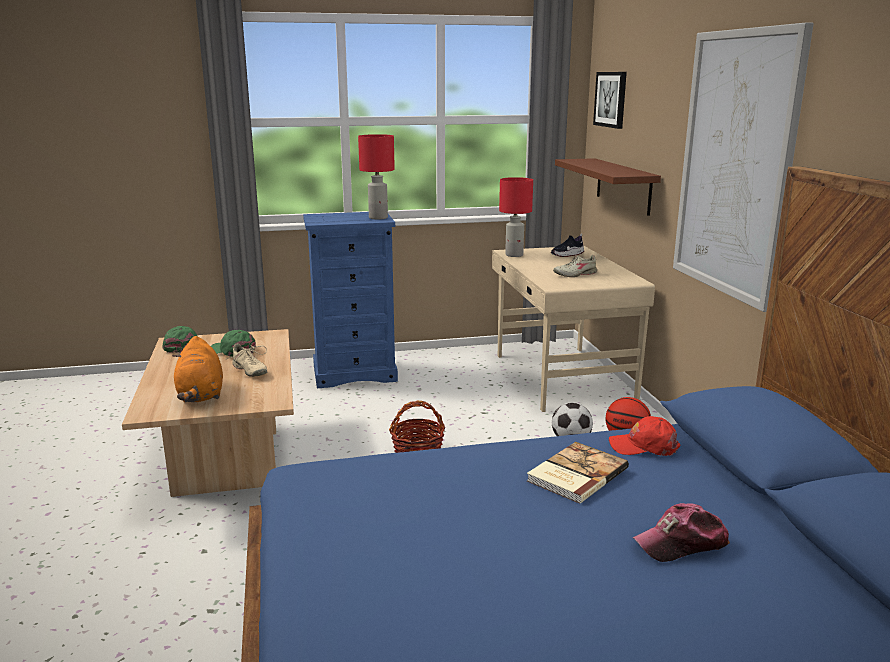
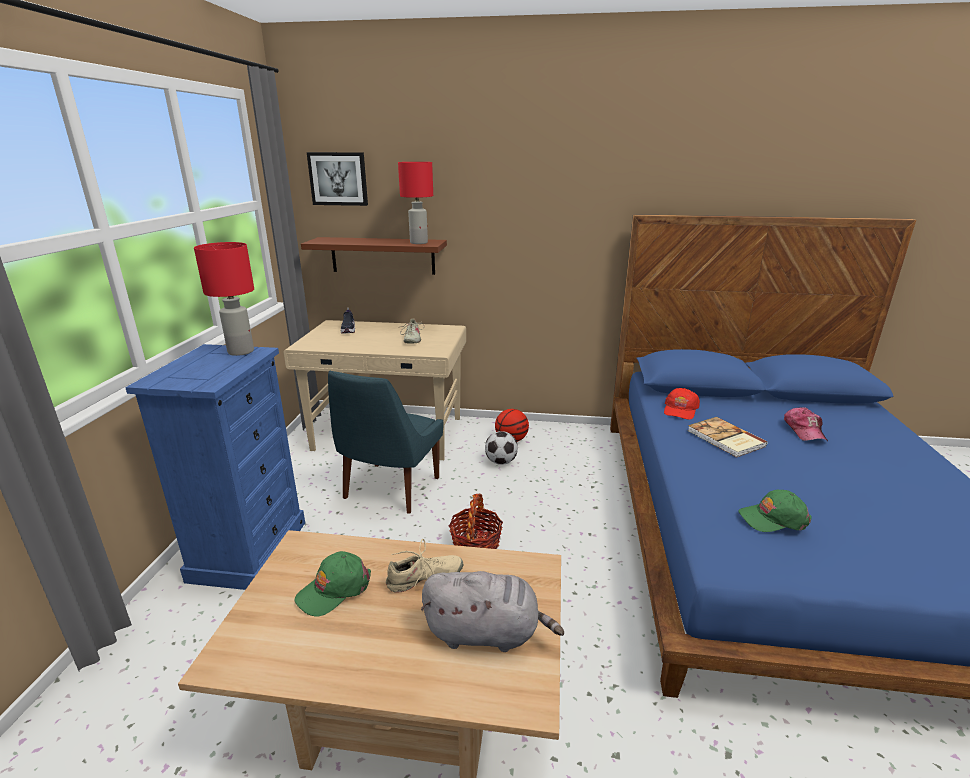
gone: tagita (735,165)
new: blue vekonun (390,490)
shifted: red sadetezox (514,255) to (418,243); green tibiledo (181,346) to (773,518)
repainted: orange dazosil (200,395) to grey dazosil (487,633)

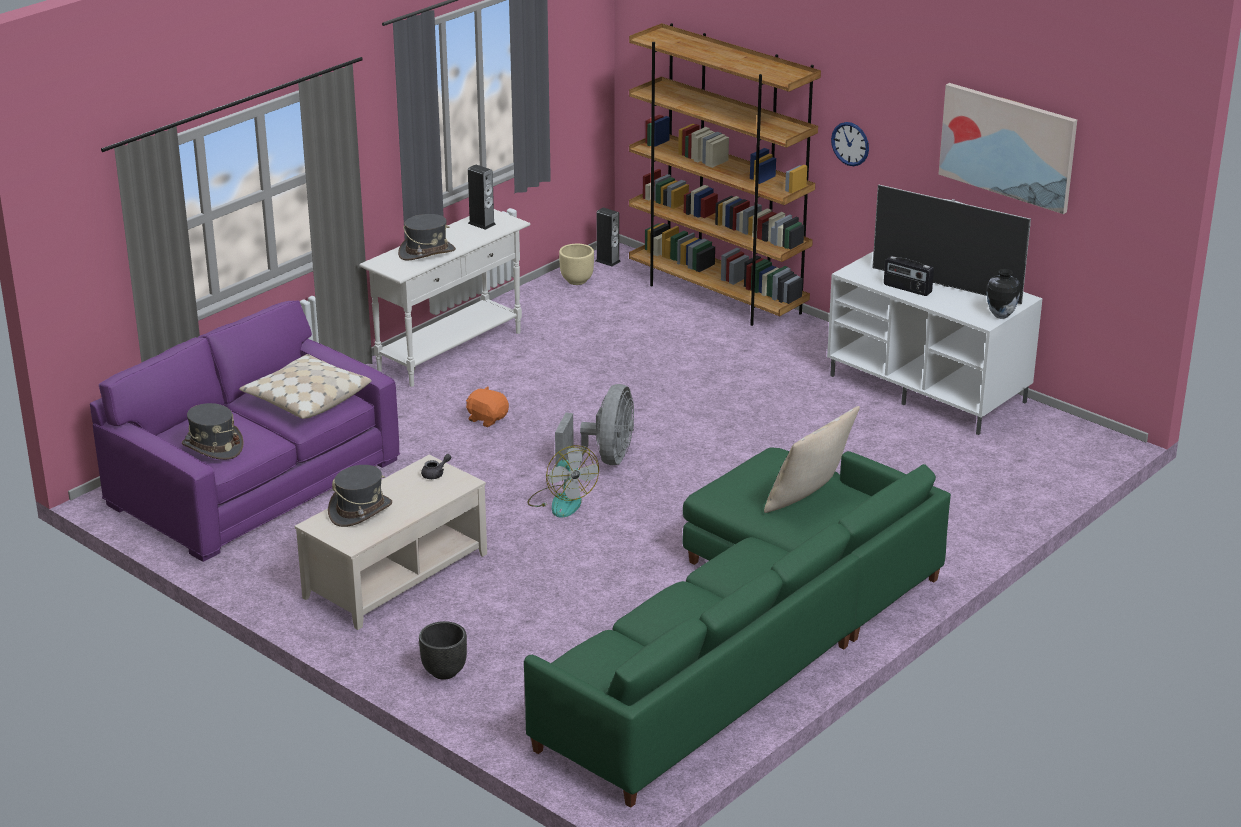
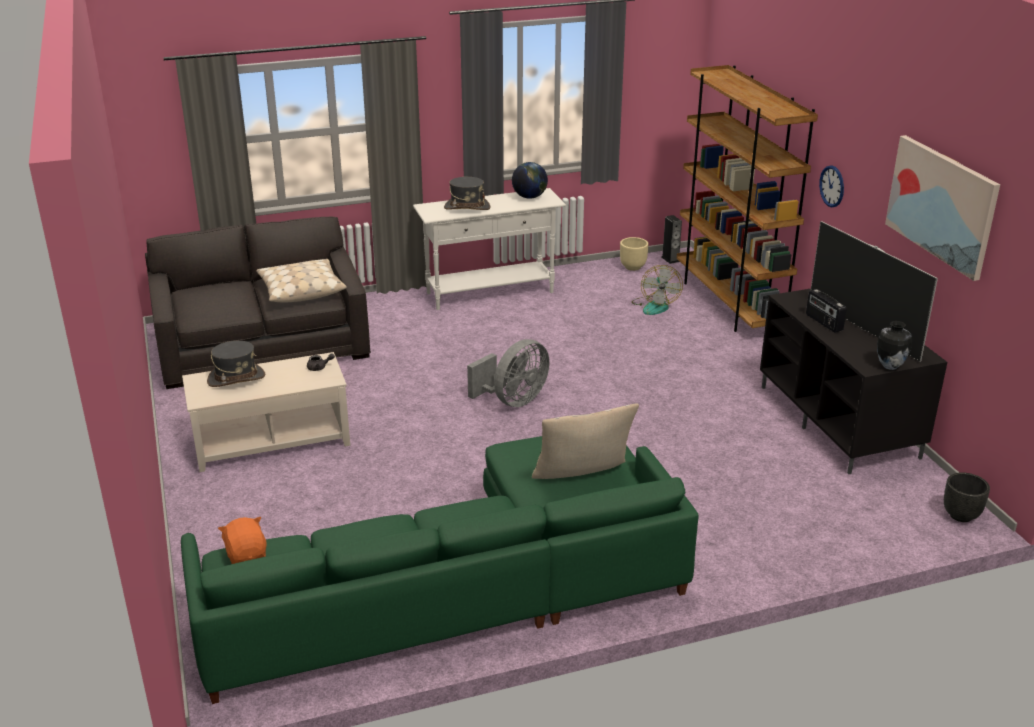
gone: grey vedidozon (212,447)
shifted: orange dazosil (487,419) to (247,555); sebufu (561,501) to (655,306); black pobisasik (445,672) to (961,516)
swapped: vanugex (481,224) to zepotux (529,197)
repainted: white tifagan (929,389) to black tifagan (839,422); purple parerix (254,481) to grey parerix (262,344)

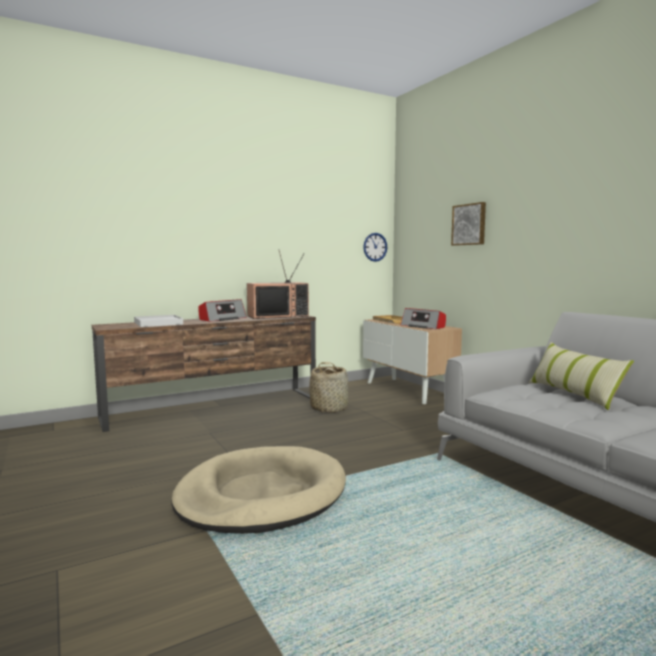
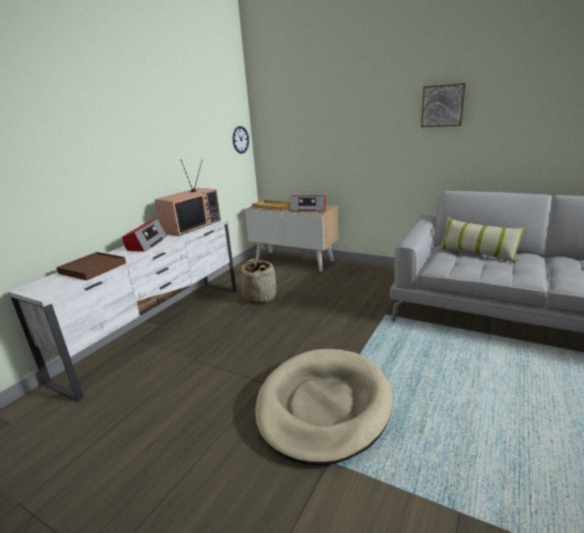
shifted: tagita (469,224) to (442,105)
repainted: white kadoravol (158,323) to brown kadoravol (93,268); brown tifagan (215,408) to white tifagan (159,329)

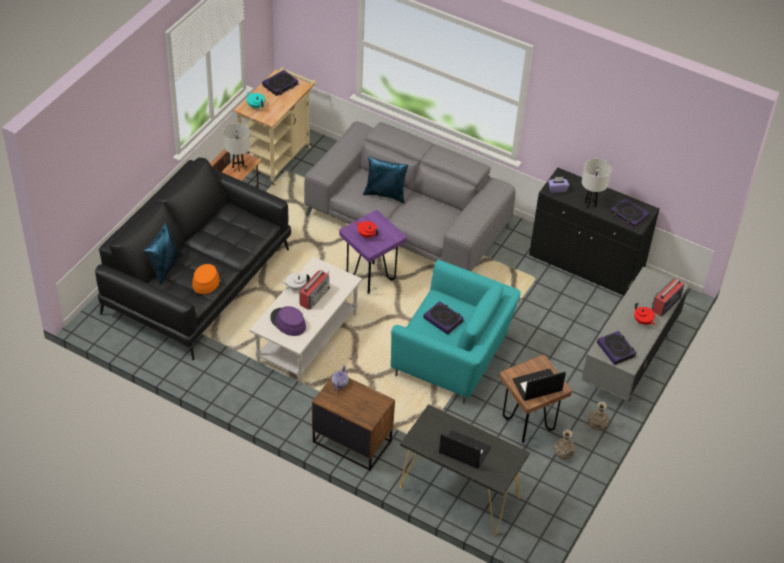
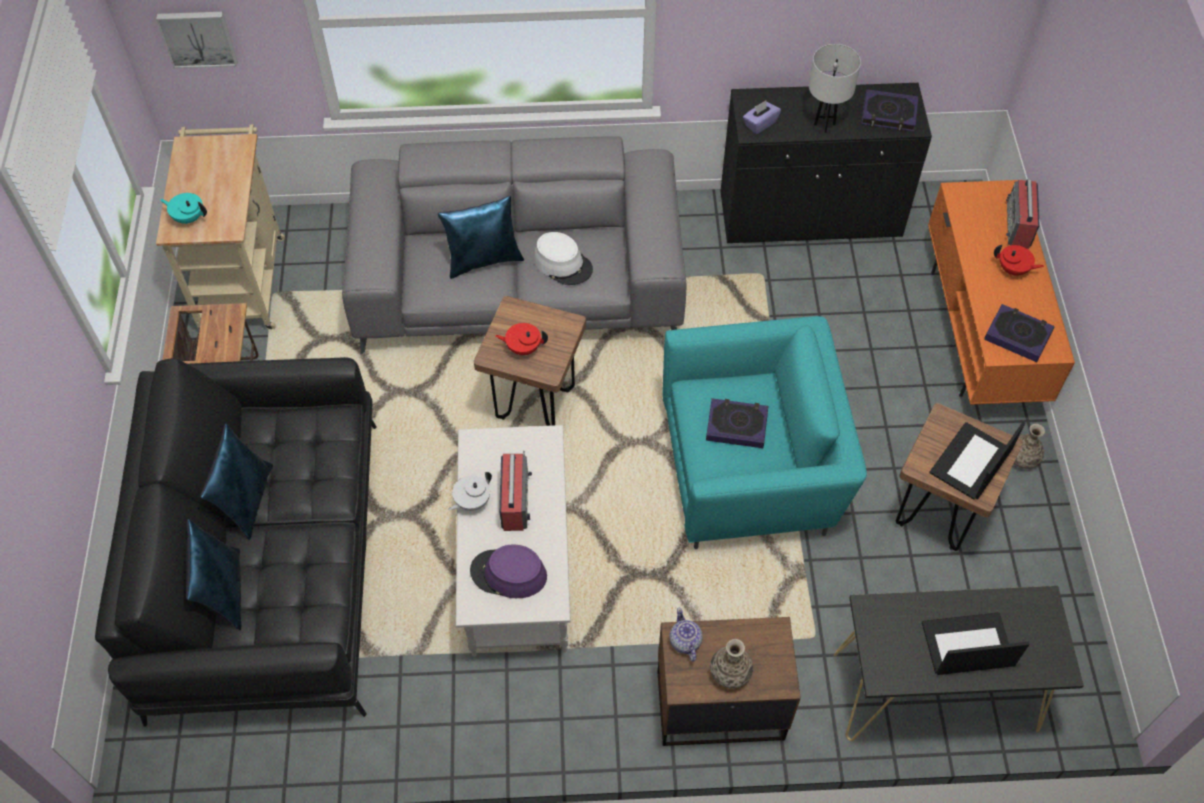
gone: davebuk (280,85); white sadetezox (238,167); orange vedidozon (207,280)
new: tagita (198,37); white vedidozon (563,264); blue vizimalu (247,500)
shifted: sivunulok (563,453) to (730,673)
repainted: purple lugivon (371,278) to brown lugivon (535,404); grey tifagan (629,361) to orange tifagan (981,332)

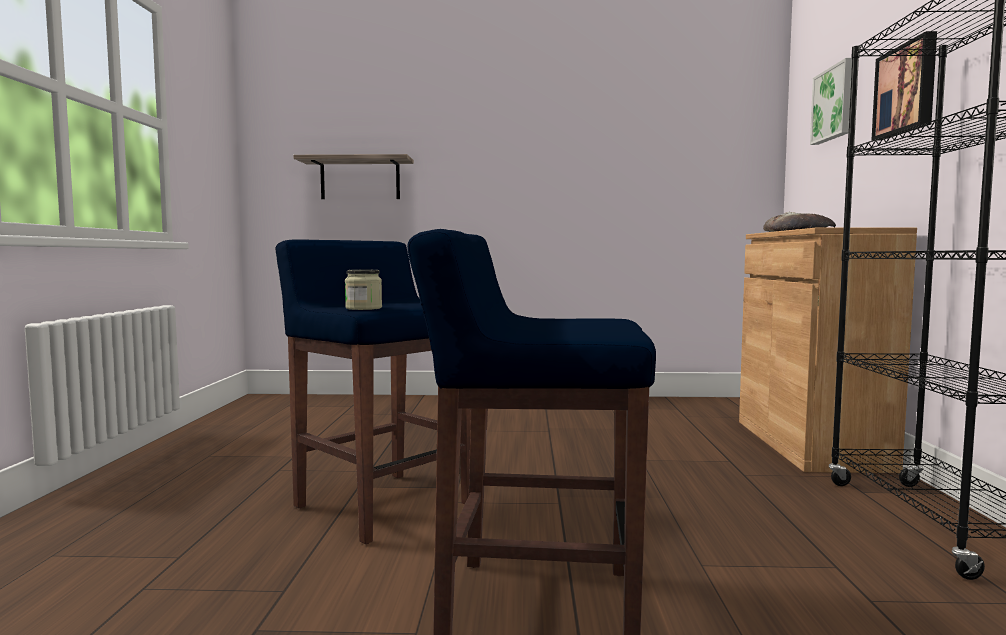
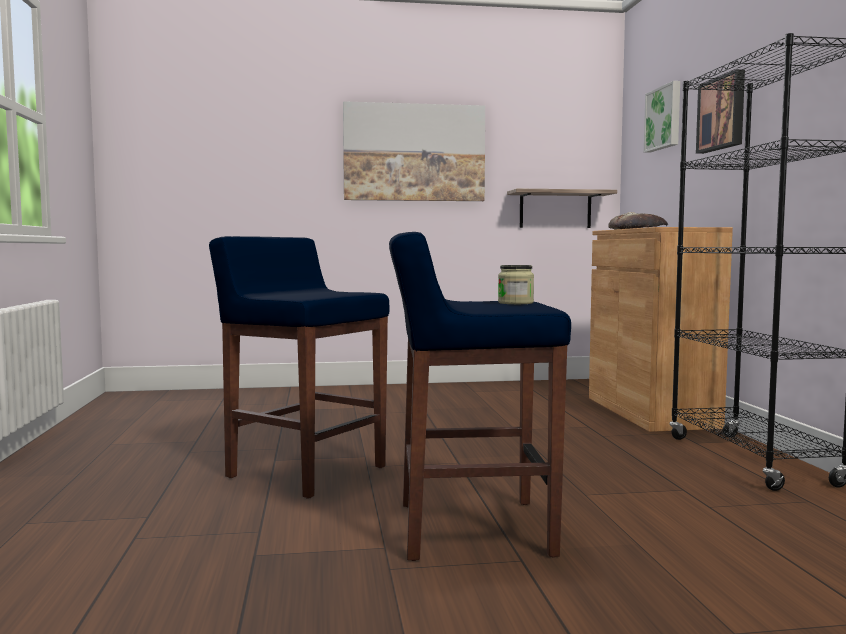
new: tagita (414,153)
shifted: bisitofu (360,179) to (555,209); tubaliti (364,308) to (515,303)

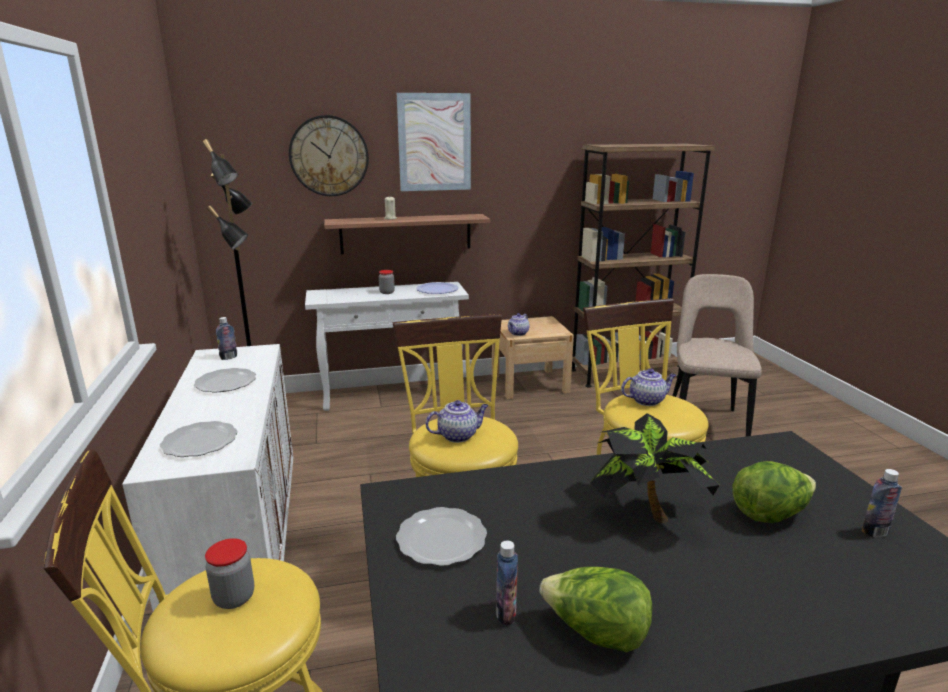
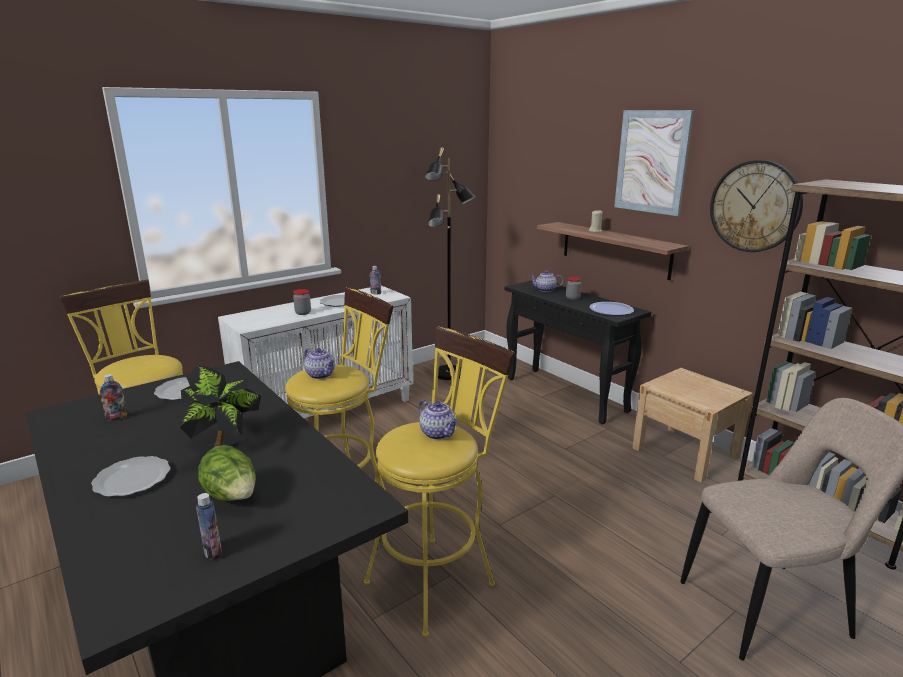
gone: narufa (595,633)
shifted: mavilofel (329,156) to (755,206); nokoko (518,333) to (545,290); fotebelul (200,442) to (131,479); tubaliti (234,597) to (303,313)
repainted: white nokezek (393,395) to black nokezek (566,395)

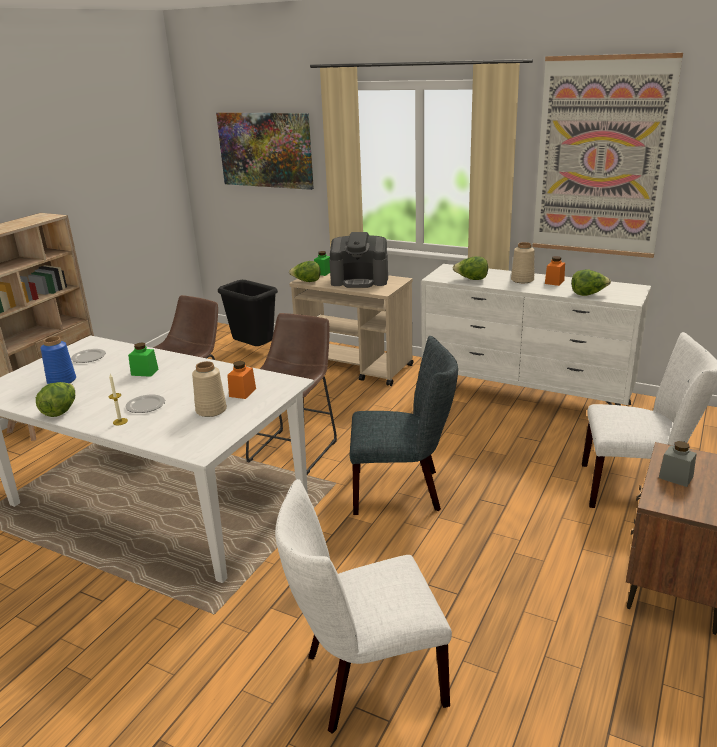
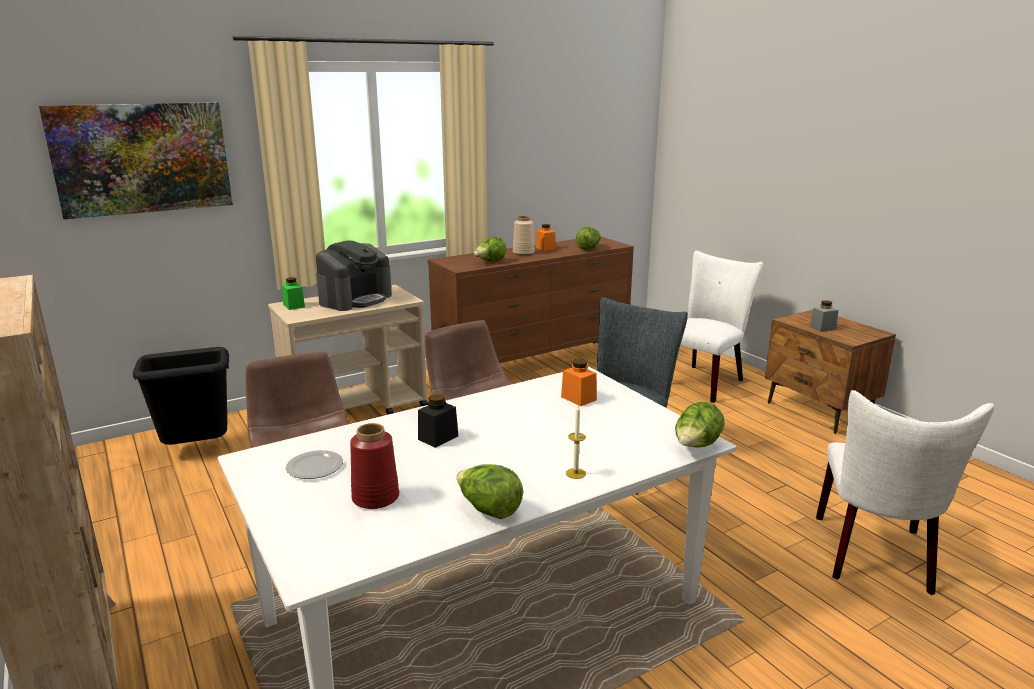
gone: tagita (601,158); beige sivunulok (211,410); fotebelul (146,405)
shifted: narufa (306,282) to (696,447)
repainted: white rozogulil (525,397) to brown rozogulil (534,367); blue sivunulok (62,381) to red sivunulok (376,497); green tubaliti (144,372) to black tubaliti (438,438)

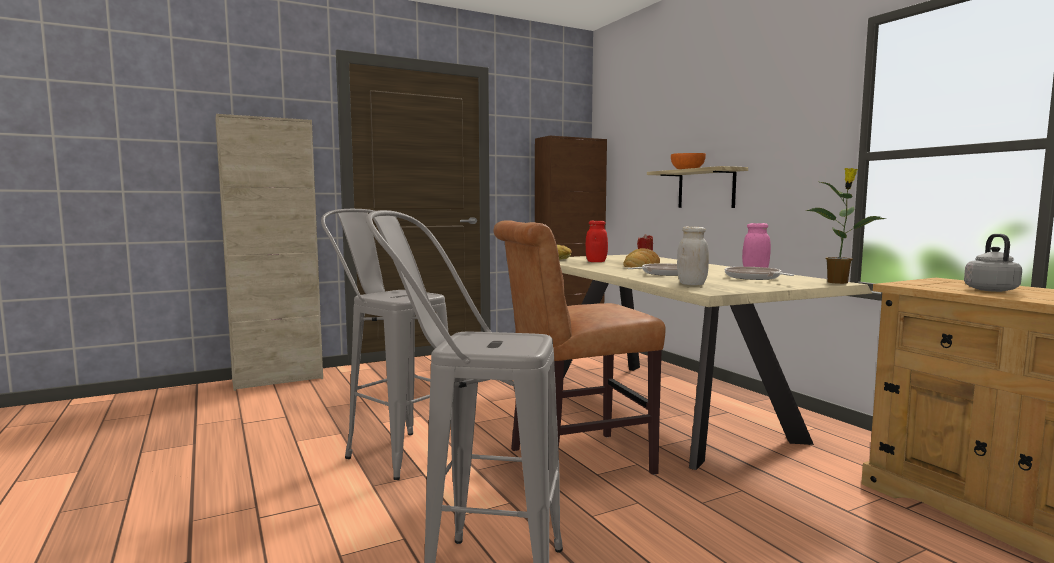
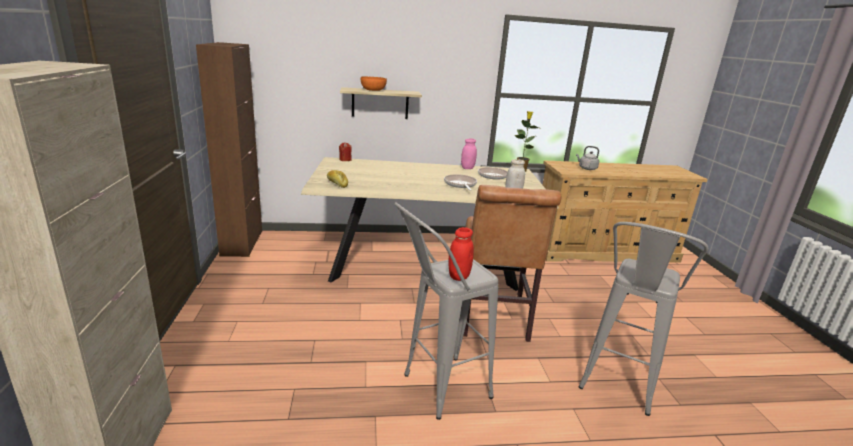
gone: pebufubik (641,266)
shifted: red tubaliti (596,262) to (458,276)

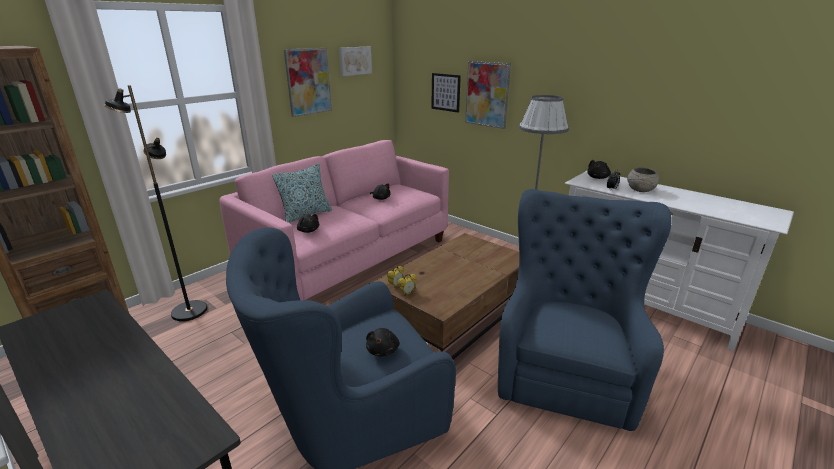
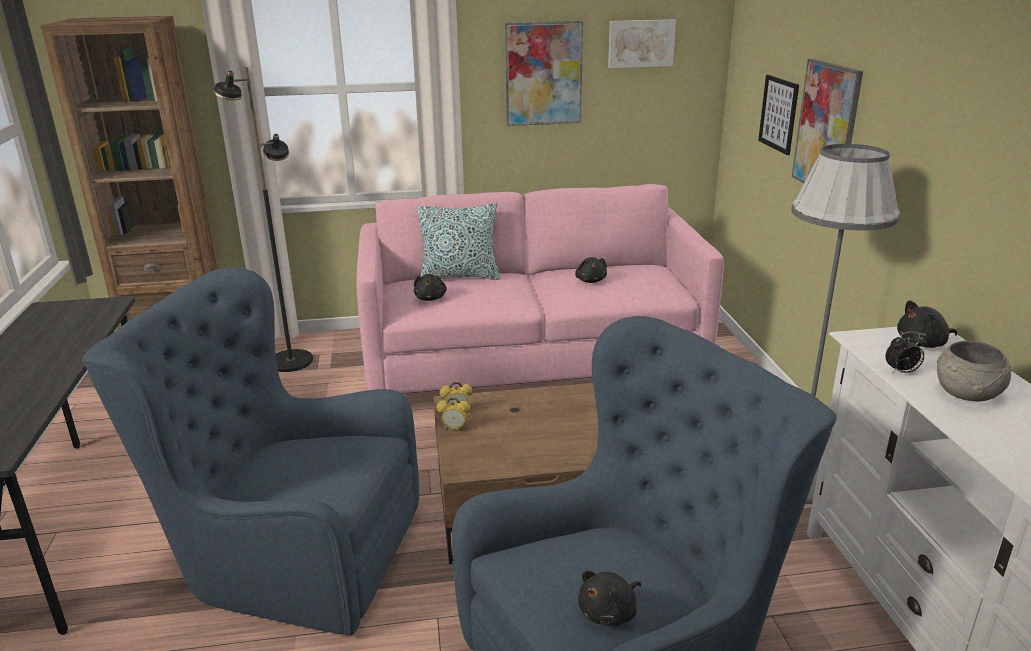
shifted: black dazosil (383,350) to (609,612)

